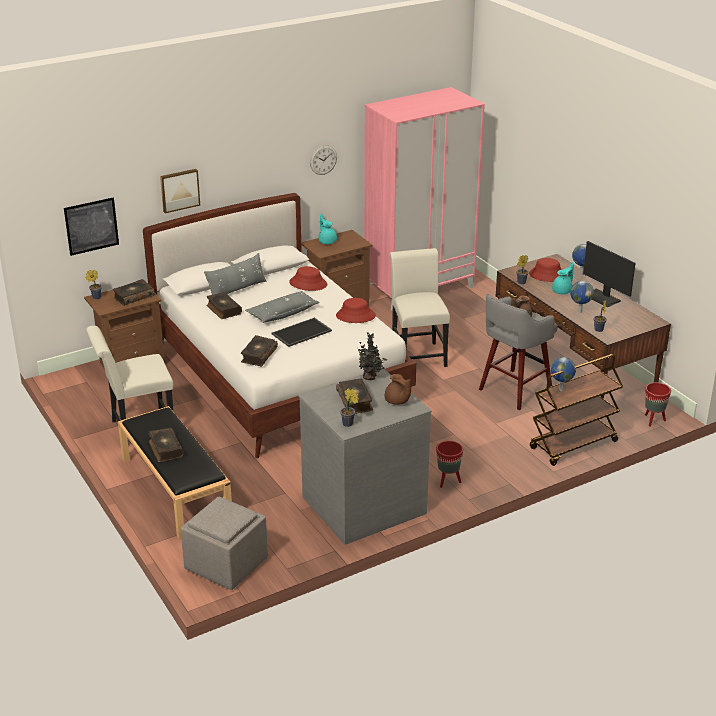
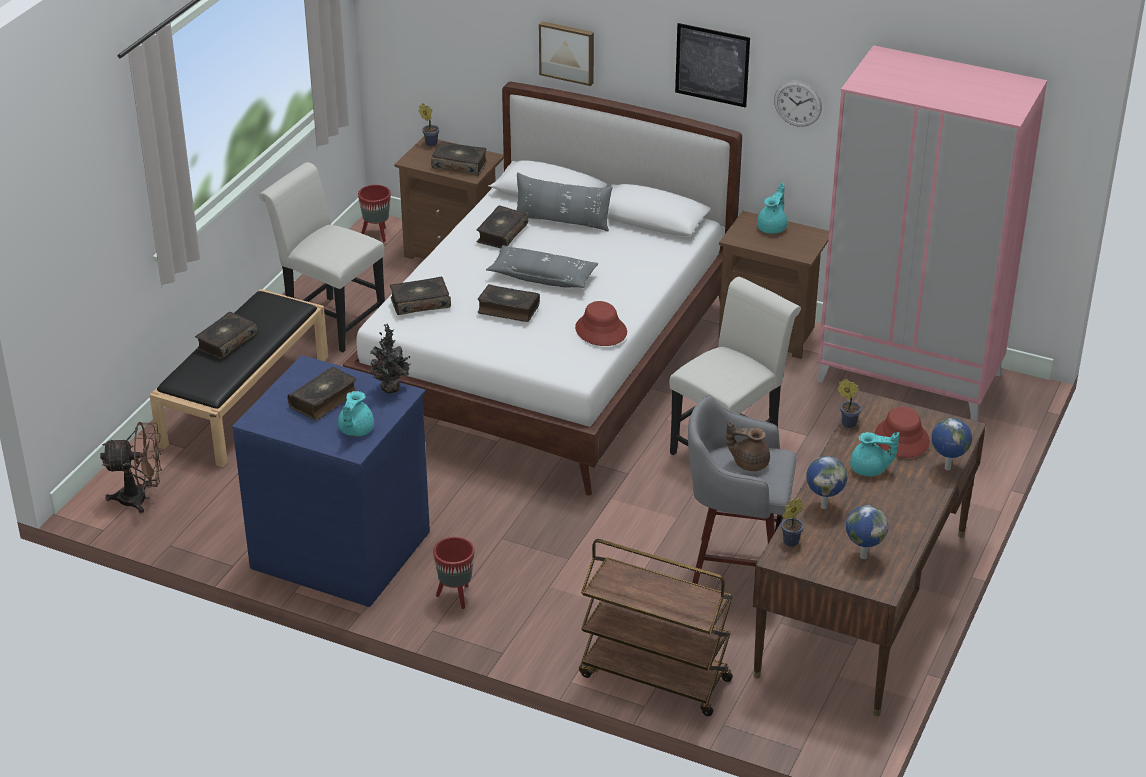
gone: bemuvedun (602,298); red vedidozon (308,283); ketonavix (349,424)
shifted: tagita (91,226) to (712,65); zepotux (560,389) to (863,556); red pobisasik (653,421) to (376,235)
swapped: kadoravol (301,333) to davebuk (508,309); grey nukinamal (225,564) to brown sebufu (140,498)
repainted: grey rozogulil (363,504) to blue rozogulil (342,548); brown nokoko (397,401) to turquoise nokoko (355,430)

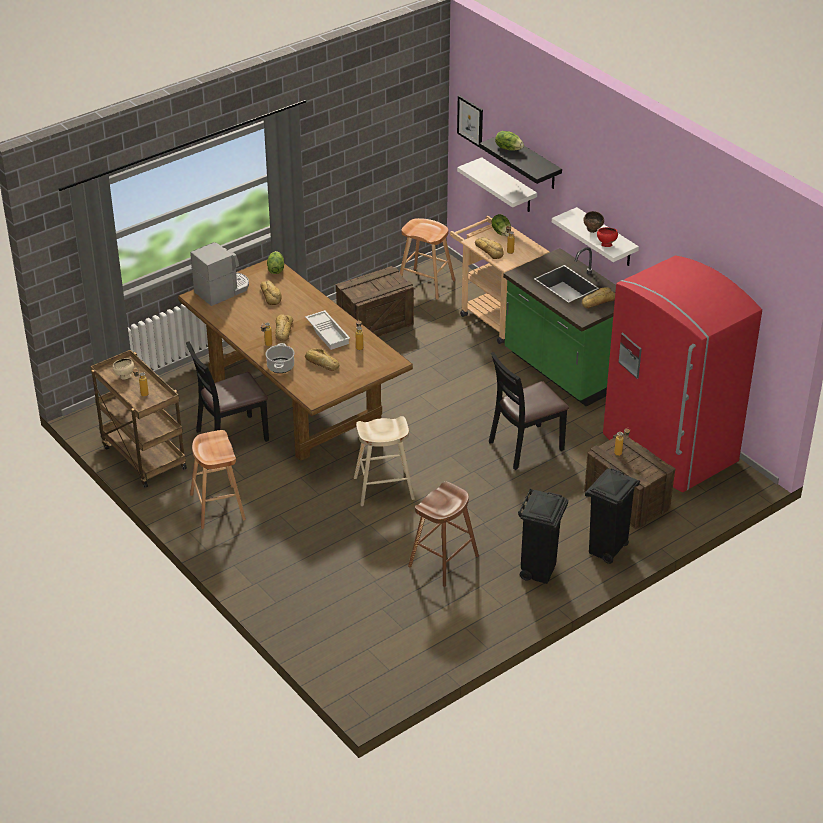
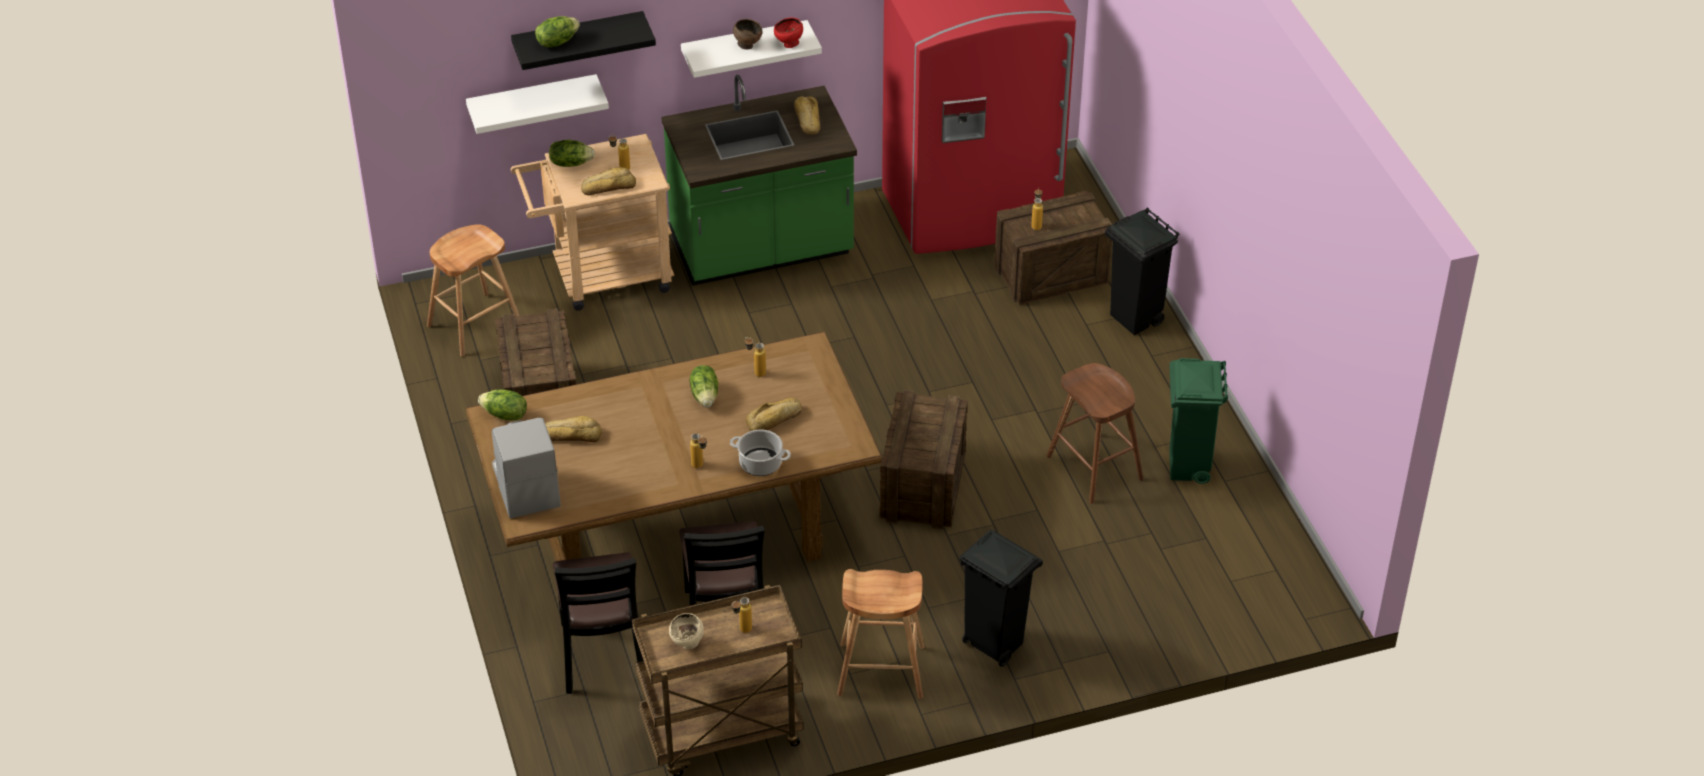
gone: tagita (470,121); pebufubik (283,331)
new: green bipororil (1188,468)
shifted: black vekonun (525,446) to (602,654); black bipororil (538,571) to (993,644)
swapped: white kadoravol (328,333) to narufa (705,396); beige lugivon (384,488) to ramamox (923,487)

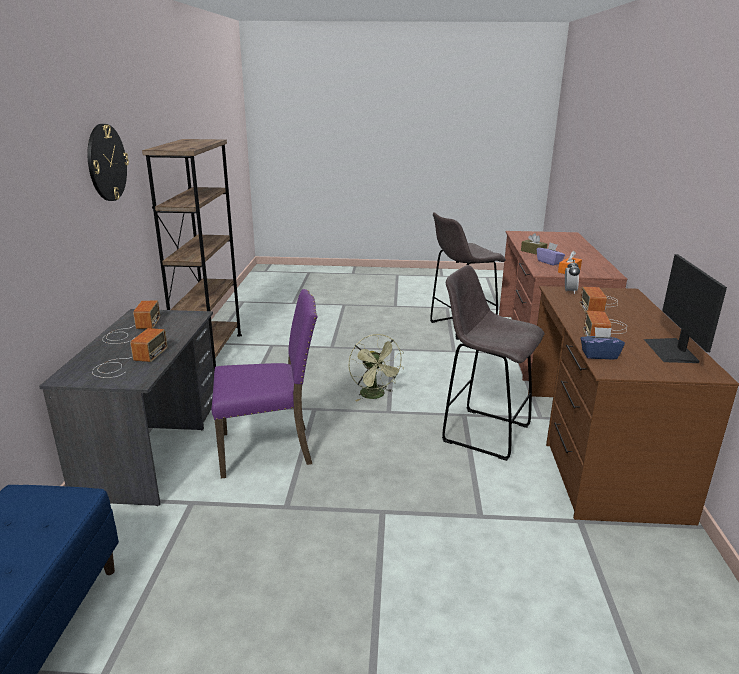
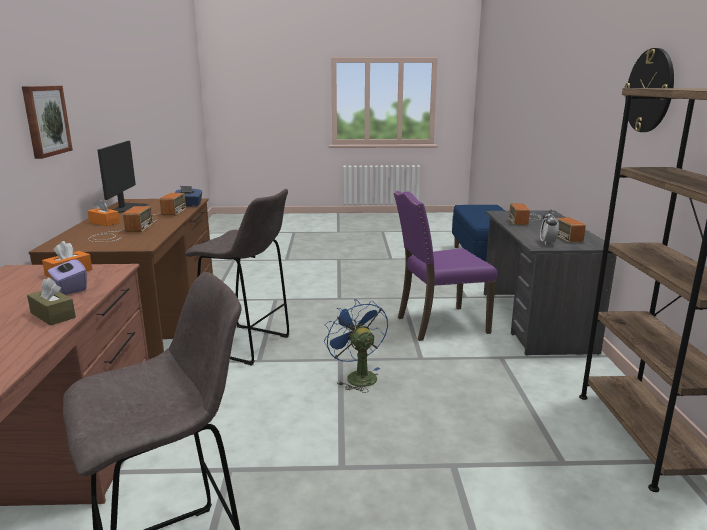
new: tagita (45,120); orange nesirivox (104,222)
shifted: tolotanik (569,291) to (547,243)
repainted: green sebufu (375,396) to blue sebufu (357,376)

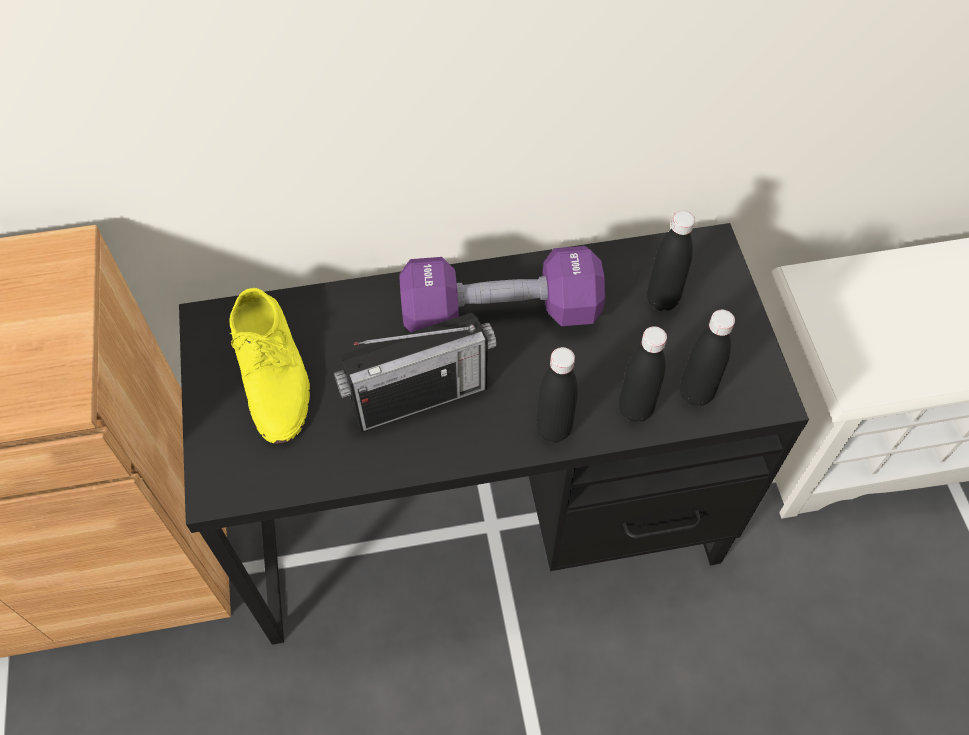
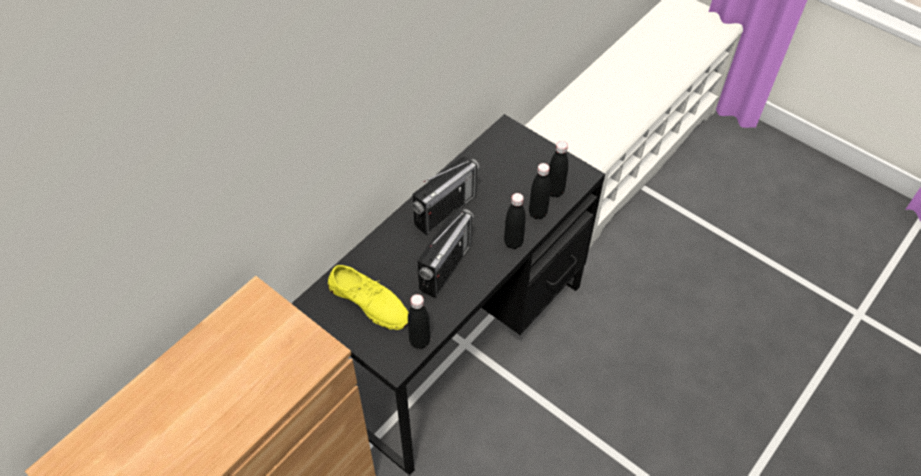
shifted: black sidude (662,299) to (419,341)
swapped: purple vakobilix (501,312) to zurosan (445,210)

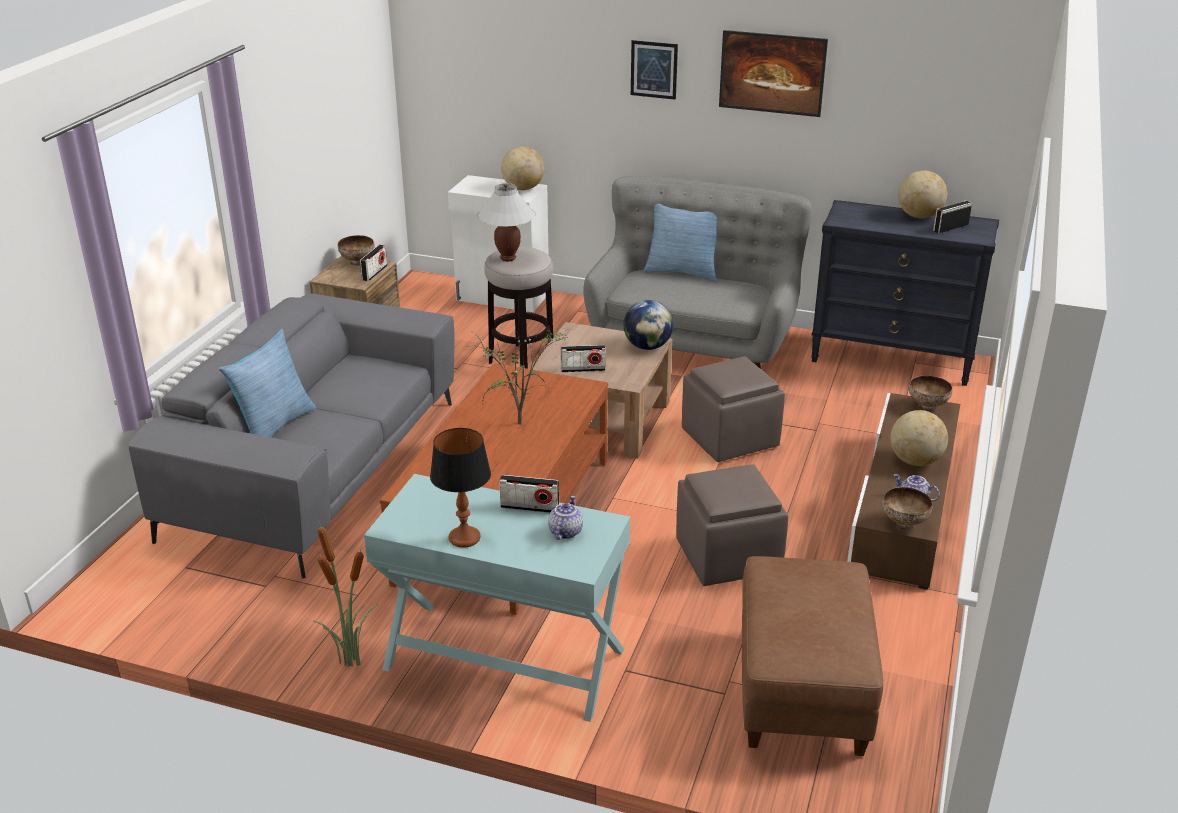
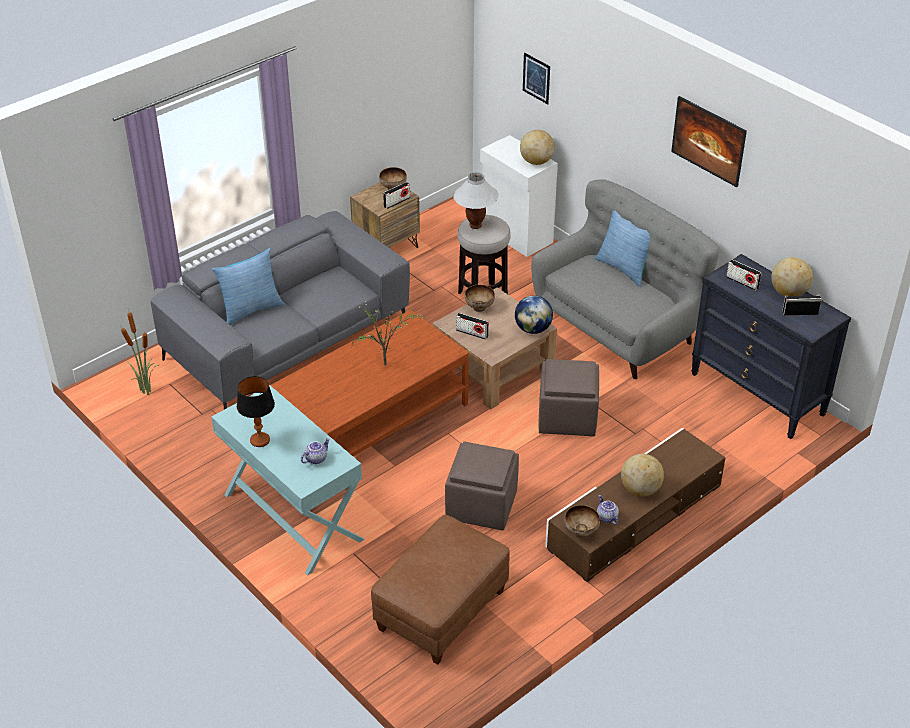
shifted: tagita (654,69) to (536,78); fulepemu (927,407) to (479,308); zurosan (529,507) to (742,282); ketonavix (350,660) to (146,390)

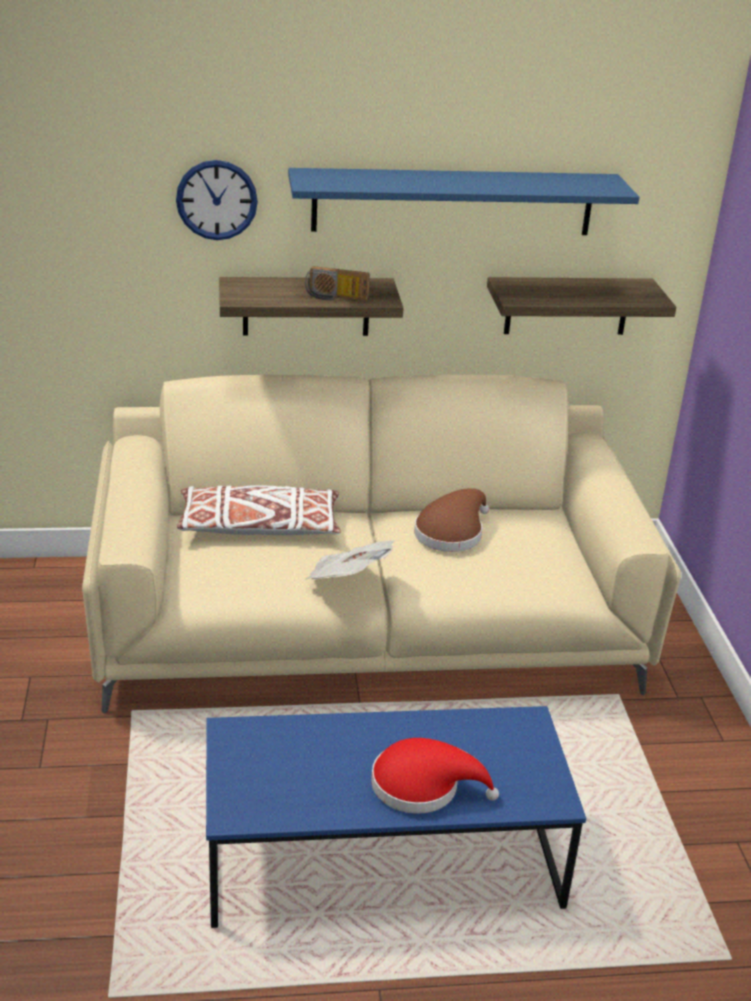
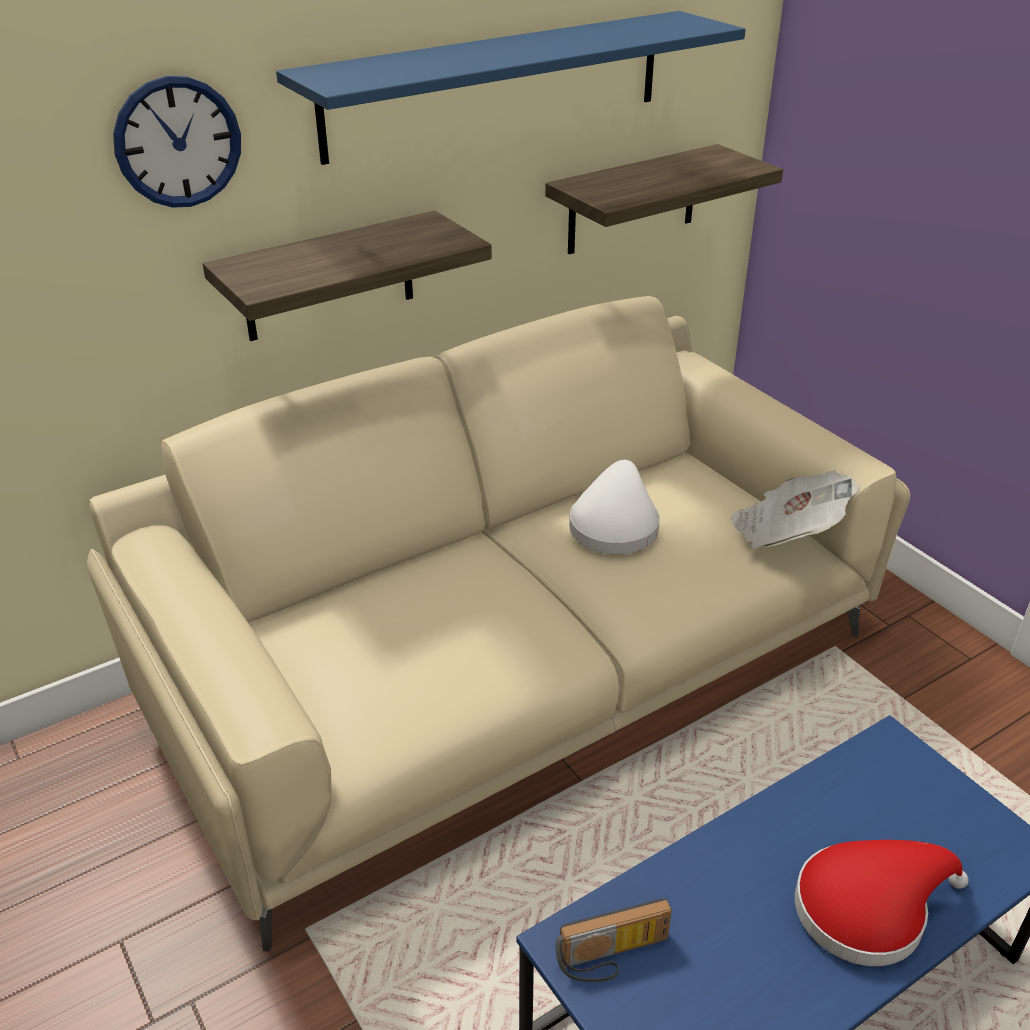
gone: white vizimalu (259,527)
shifted: zurosan (335,297) to (613,958); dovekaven (348,579) to (786,532)
repainted: brown vedidozon (451,533) to white vedidozon (614,525)

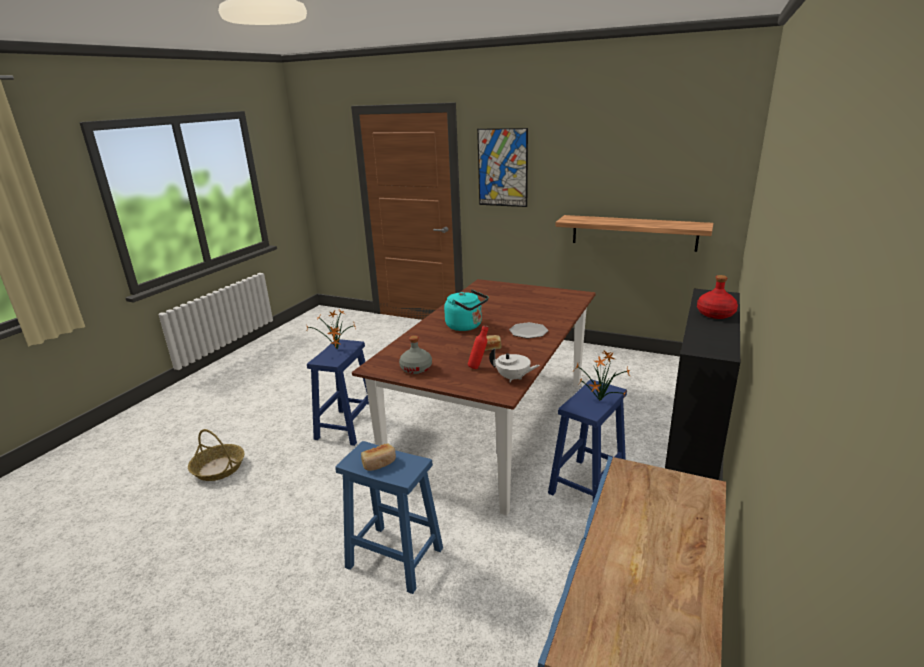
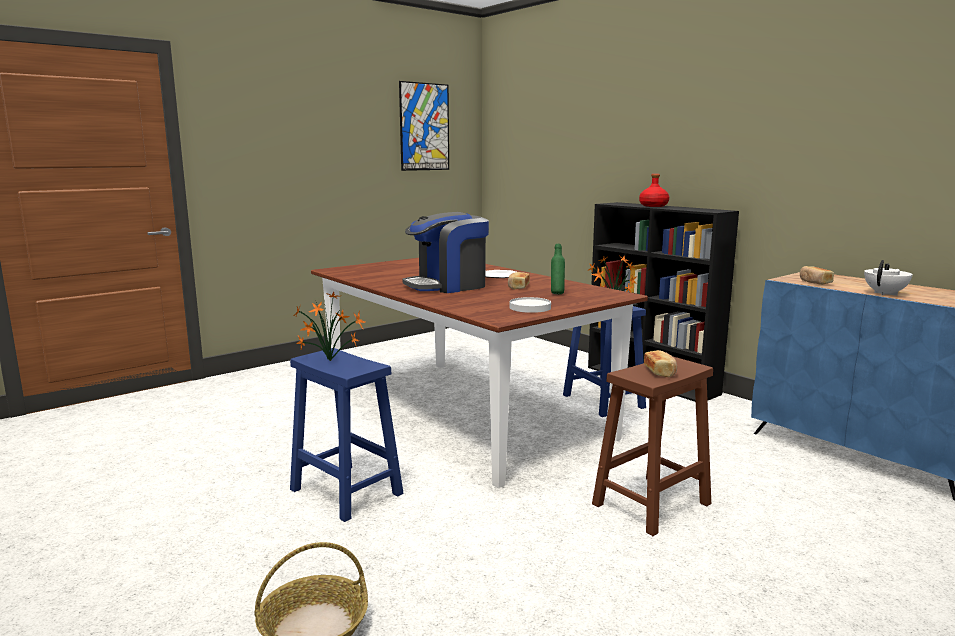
gone: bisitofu (633,232)
new: pebufubik (814,282)
shifted: tagita (502,168) to (424,127); white nokoko (513,378) to (885,294)
swapped: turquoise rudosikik (466,326) to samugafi (447,286); grey sidude (416,368) to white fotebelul (529,307)
repainted: red sidude (478,367) to green sidude (557,293); blue lugivon (393,557) to brown lugivon (650,505)

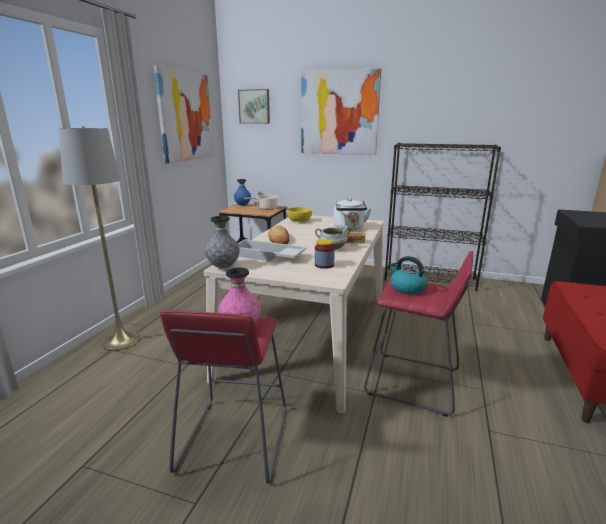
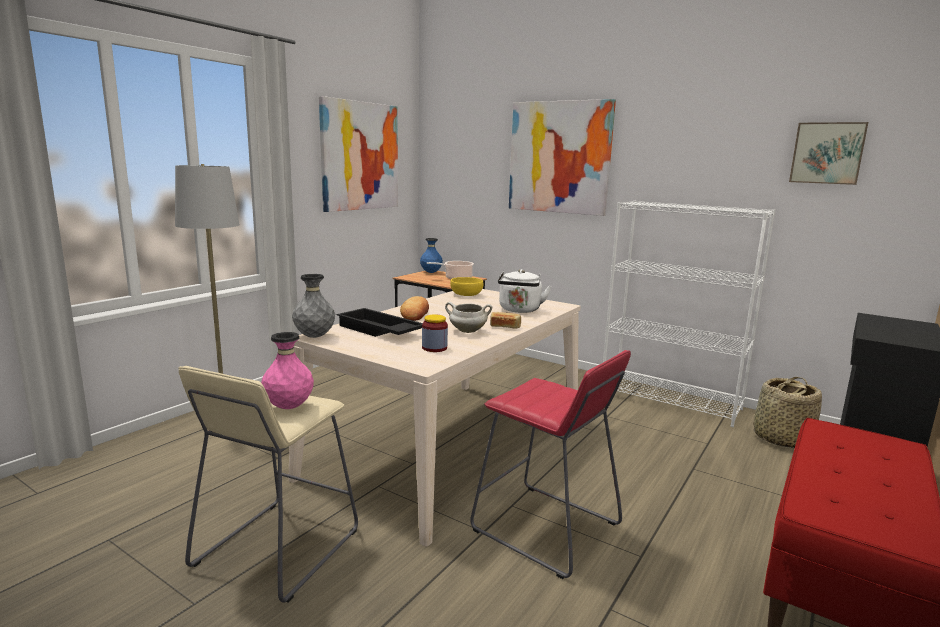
gone: rudosikik (407,288)
new: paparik (780,439)
shifted: tagita (254,106) to (827,153)
repainted: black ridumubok (430,279) to white ridumubok (670,401); white kadoravol (267,256) to black kadoravol (378,331); red lugivon (234,440) to beige lugivon (277,549)

